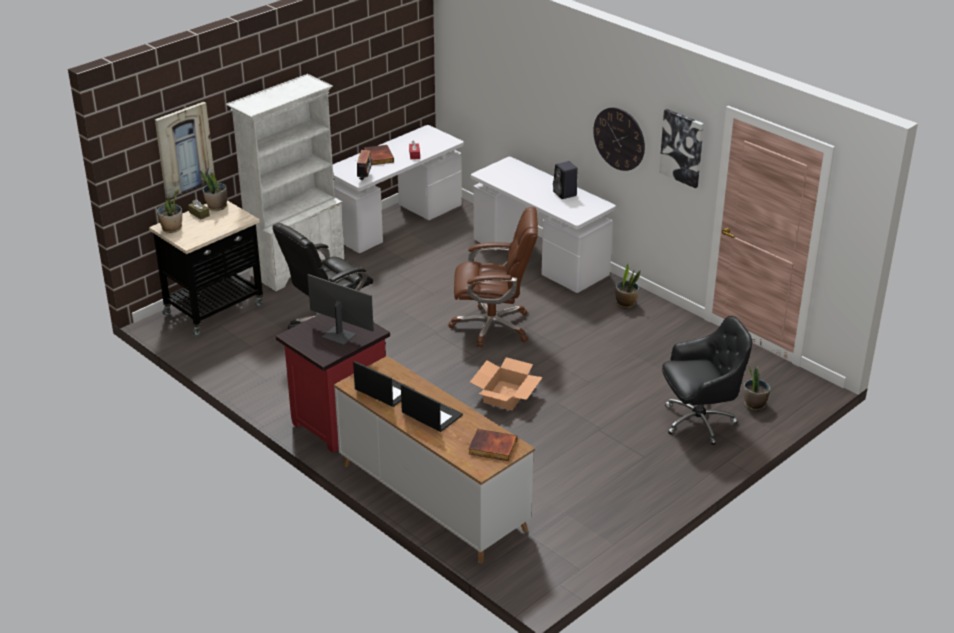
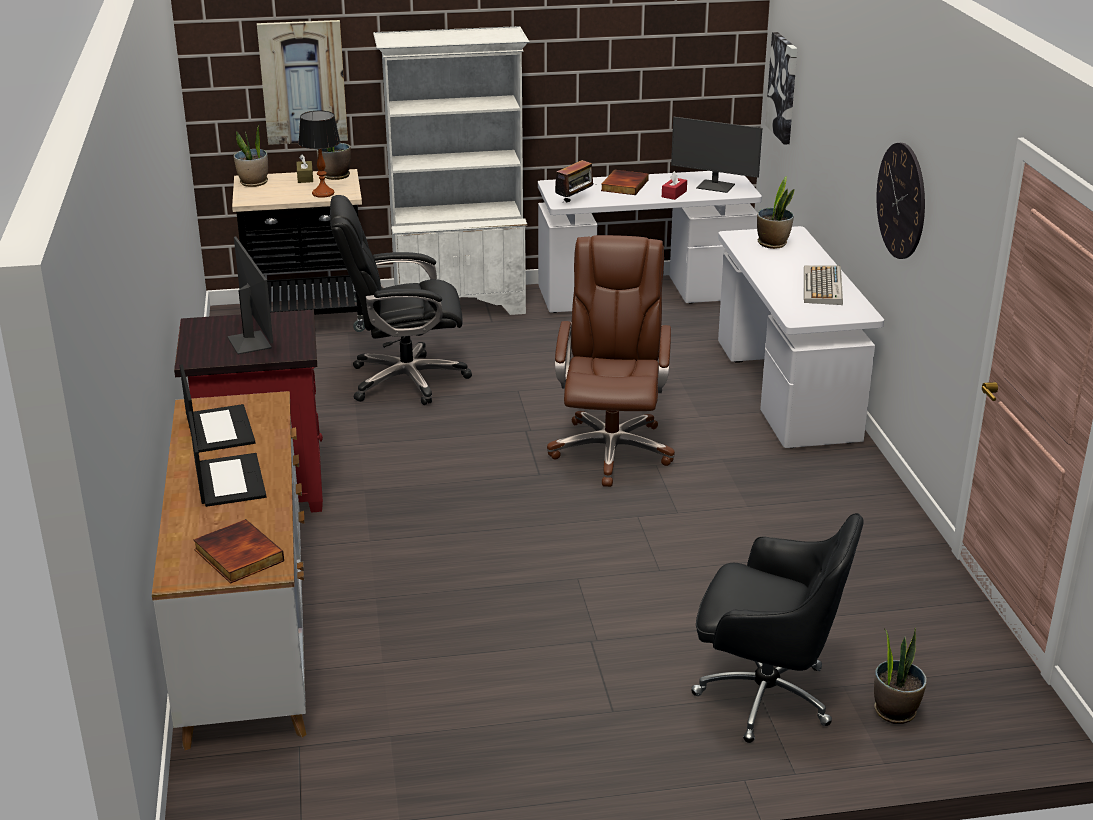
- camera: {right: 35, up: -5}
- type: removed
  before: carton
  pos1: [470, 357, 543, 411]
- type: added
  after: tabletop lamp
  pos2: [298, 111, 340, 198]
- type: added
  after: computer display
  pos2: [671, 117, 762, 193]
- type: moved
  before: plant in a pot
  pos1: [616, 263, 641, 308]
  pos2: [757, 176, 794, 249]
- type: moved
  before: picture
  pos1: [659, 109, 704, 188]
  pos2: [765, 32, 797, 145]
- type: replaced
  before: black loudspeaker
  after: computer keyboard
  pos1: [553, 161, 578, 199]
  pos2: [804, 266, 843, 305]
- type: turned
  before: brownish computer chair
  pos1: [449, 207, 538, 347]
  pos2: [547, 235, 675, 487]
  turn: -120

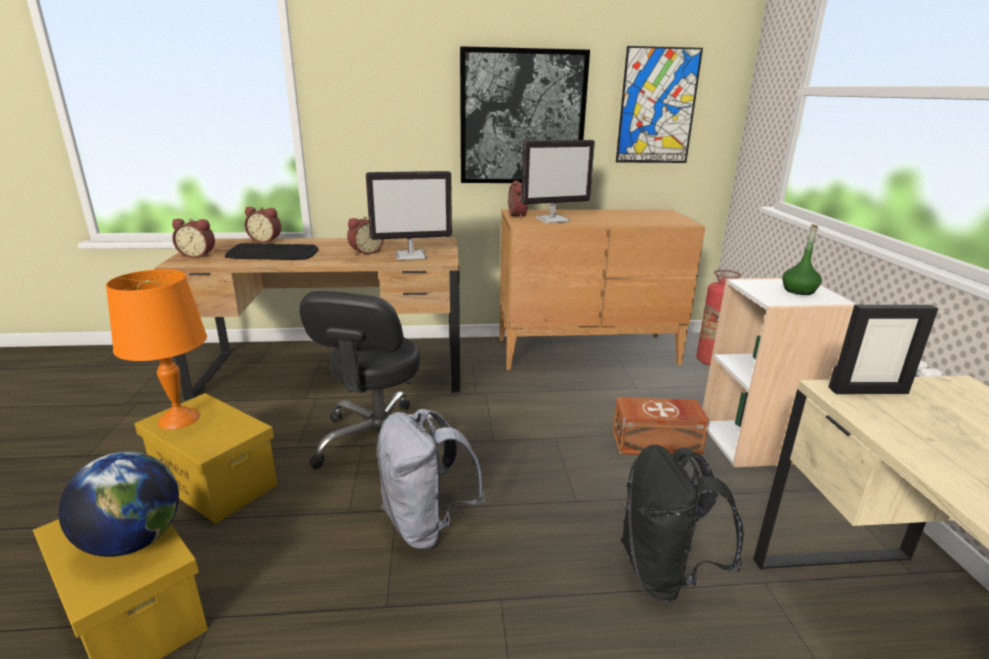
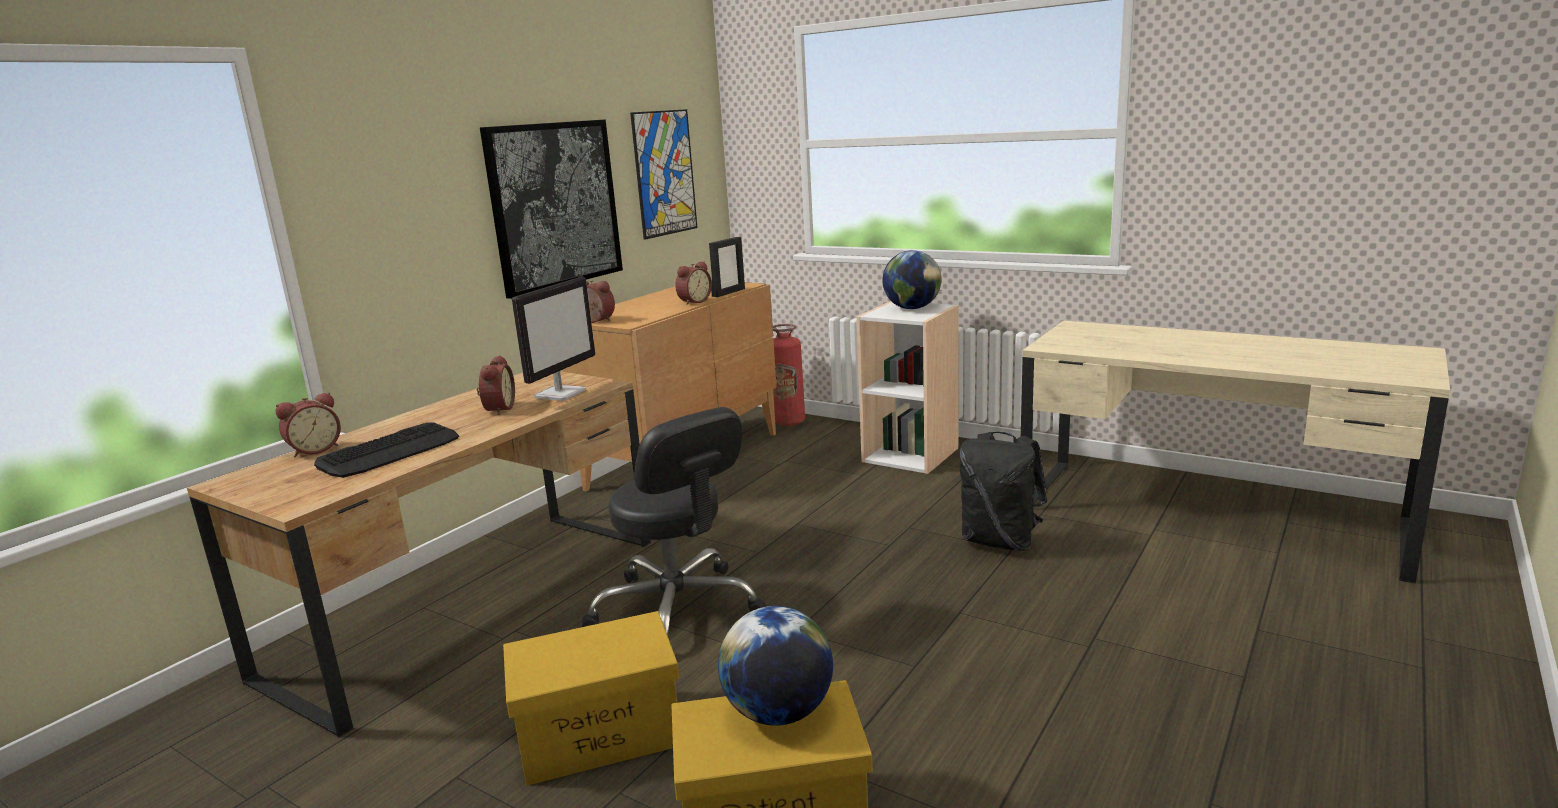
- camera: {right: -50, up: -5}
- type: removed
  before: orange-coloured tabletop lamp
  pos1: [106, 269, 207, 429]
- type: removed
  before: greyish rucksack
  pos1: [376, 409, 485, 550]
- type: removed
  before: computer display
  pos1: [521, 140, 595, 223]
- type: removed
  before: brownish storage box
  pos1: [613, 397, 710, 457]
- type: moved
  before: bedside clock
  pos1: [172, 219, 215, 258]
  pos2: [675, 261, 712, 305]
- type: moved
  before: standing frame
  pos1: [828, 305, 938, 394]
  pos2: [709, 237, 745, 297]
- type: replaced
  before: green-coloured drink bottle
  after: globe
  pos1: [782, 224, 822, 295]
  pos2: [882, 250, 941, 309]

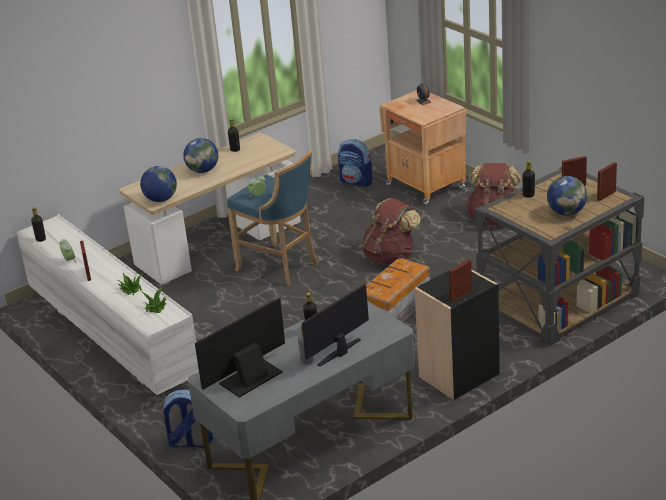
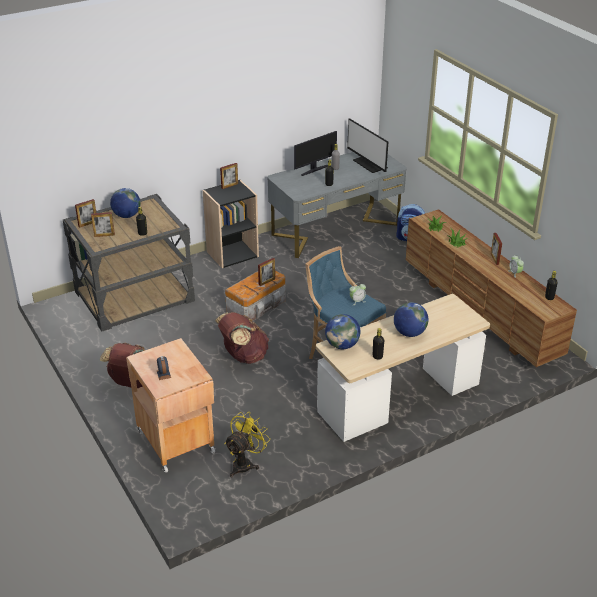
- camera: {right: -175, up: 5}
- type: added
  after: standing frame
  pos2: [258, 258, 275, 286]
- type: moved
  before: globe
  pos1: [140, 166, 177, 202]
  pos2: [325, 314, 360, 349]
- type: replaced
  before: rucksack
  after: yellow-coloured fan
  pos1: [338, 139, 373, 187]
  pos2: [224, 412, 270, 477]
- type: recoloured
  before: white-coloured cabinet
  after: brownish cabinet
  pos1: [17, 214, 199, 395]
  pos2: [406, 209, 577, 367]
- type: turned
  before: computer display
  pos1: [195, 298, 285, 398]
  pos2: [347, 118, 388, 173]
  turn: 90

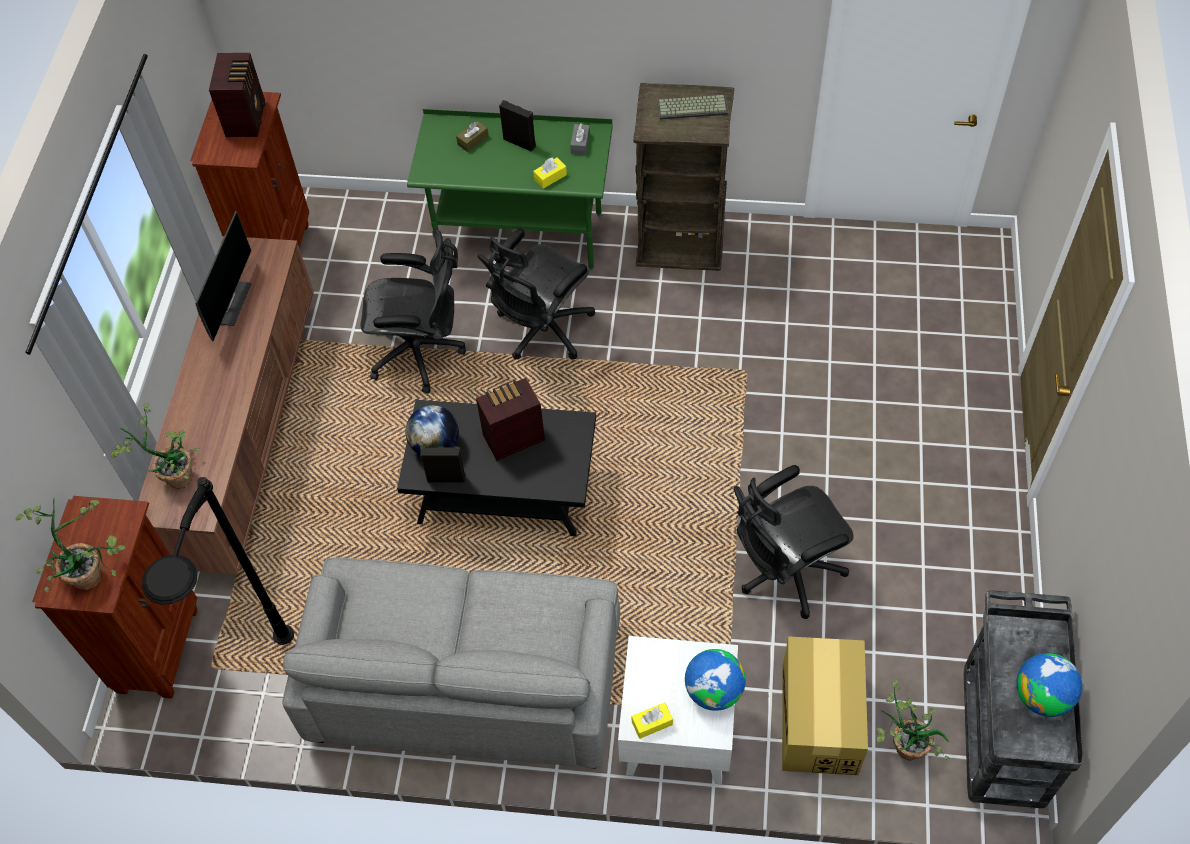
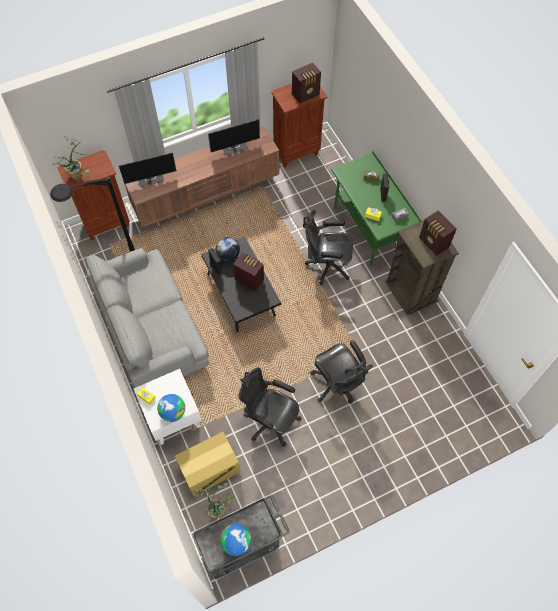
- camera: {right: 55, up: 5}
- type: moved
  before: computer chair
  pos1: [360, 229, 466, 394]
  pos2: [310, 340, 373, 404]
- type: replaced
  before: plant in a pot
  after: computer display
  pos1: [111, 403, 200, 489]
  pos2: [119, 152, 176, 187]
- type: replaced
  before: computer keyboard
  after: radio receiver
  pos1: [657, 95, 728, 120]
  pos2: [419, 210, 457, 256]

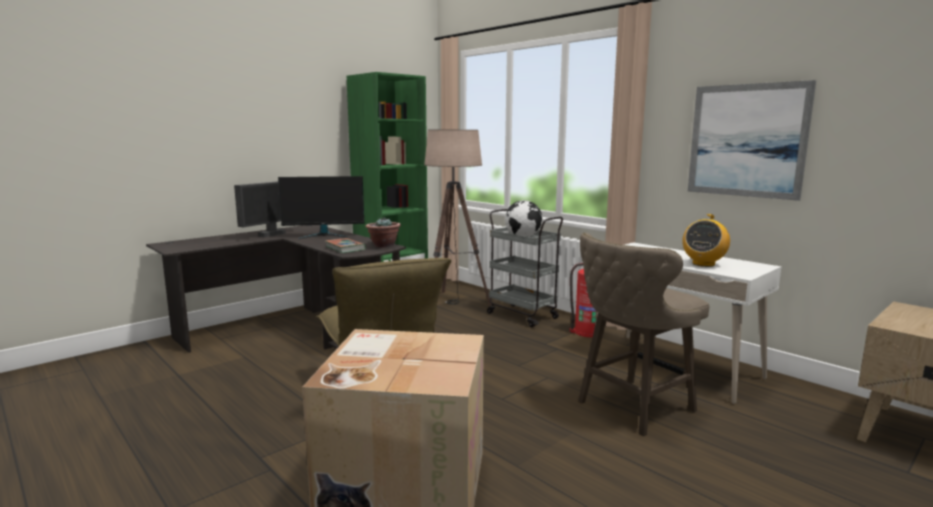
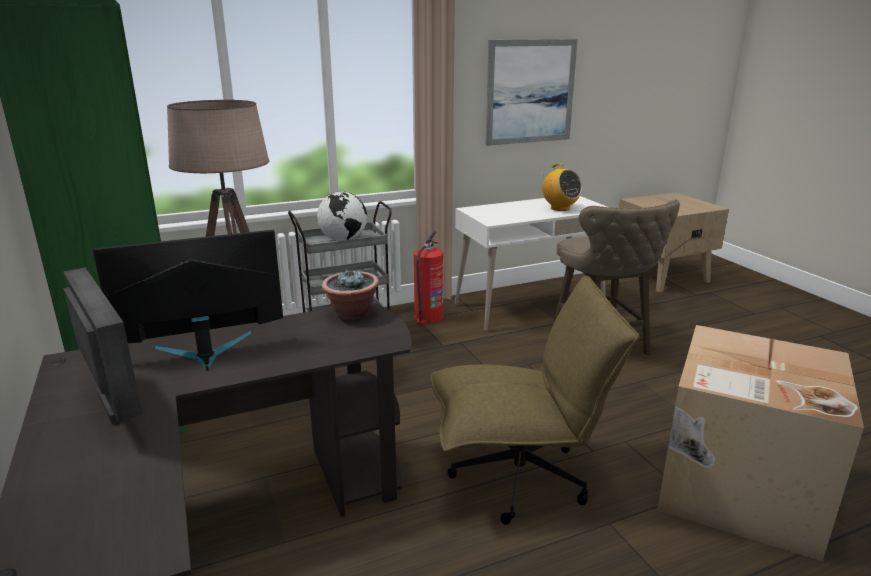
- camera: {right: -70, up: 10}
- type: removed
  before: bound book
  pos1: [325, 238, 366, 253]
- type: turned
  before: computer display
  pos1: [278, 176, 364, 239]
  pos2: [93, 230, 283, 371]
  turn: -120

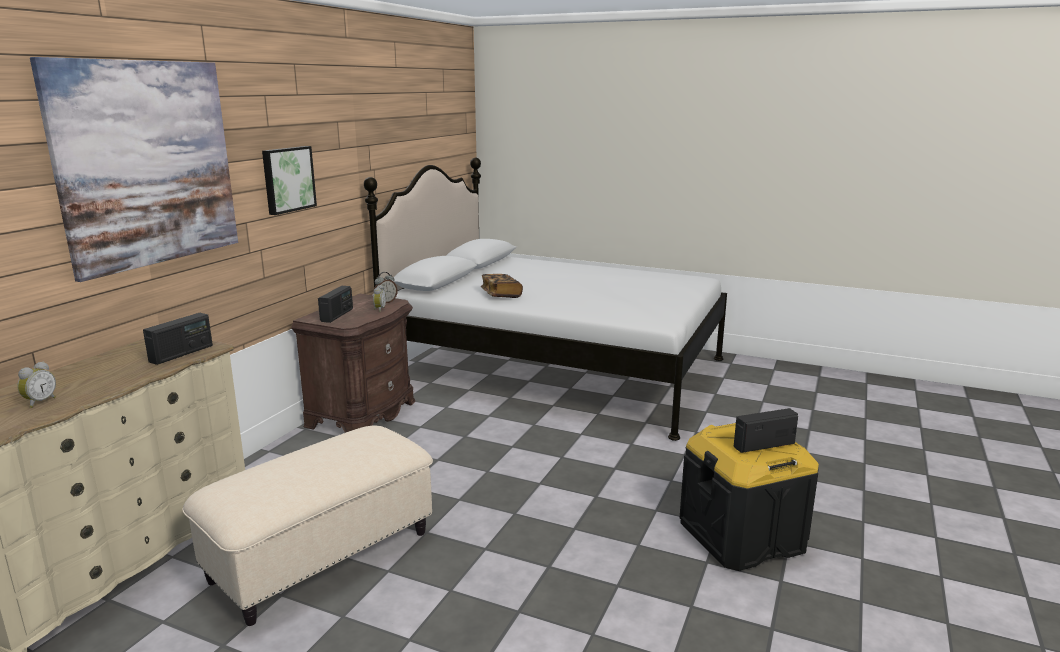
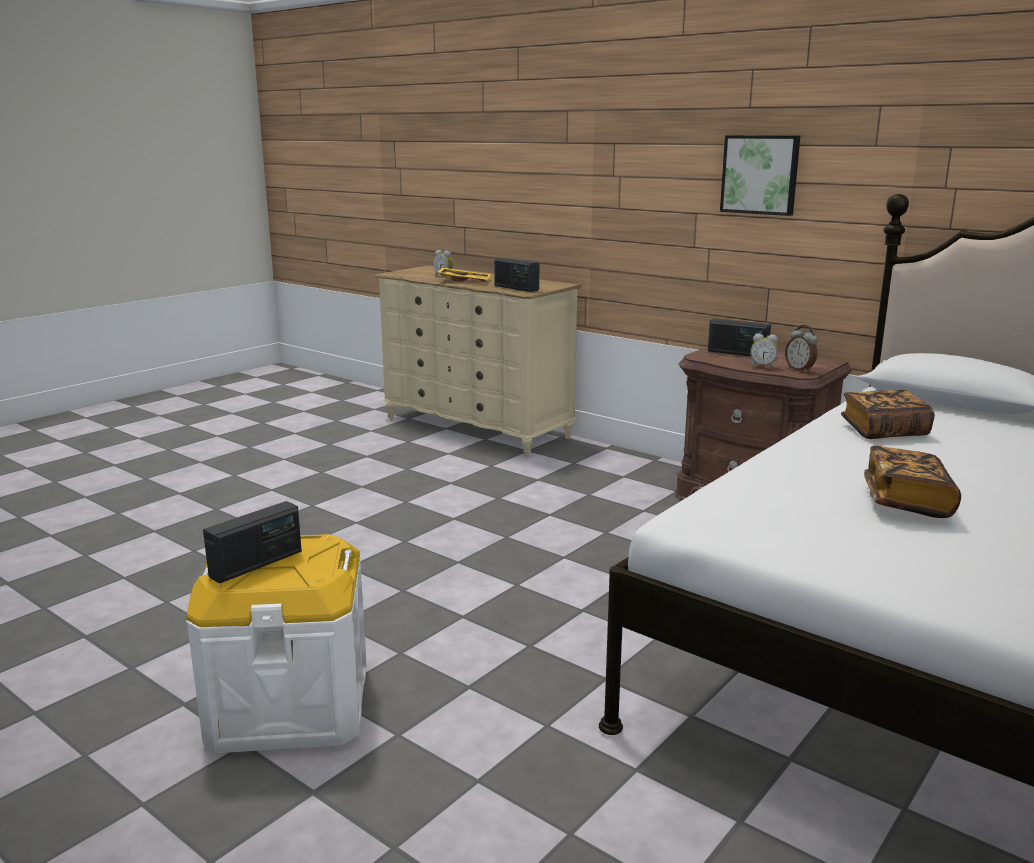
- camera: {right: 105, up: 0}
- type: removed
  before: picture
  pos1: [30, 57, 238, 282]
- type: removed
  before: sand-coloured pouffe
  pos1: [182, 425, 433, 626]
- type: added
  after: yellow-coloured serving tray
  pos2: [438, 267, 491, 283]
- type: added
  after: bound book
  pos2: [864, 446, 961, 518]
- type: recoloured
  before: black storage box
  after: white-coloured storage box
  pos1: [680, 422, 819, 571]
  pos2: [186, 534, 367, 753]
- type: turned
  before: radio receiver
  pos1: [734, 408, 798, 453]
  pos2: [203, 501, 302, 584]
  turn: 45

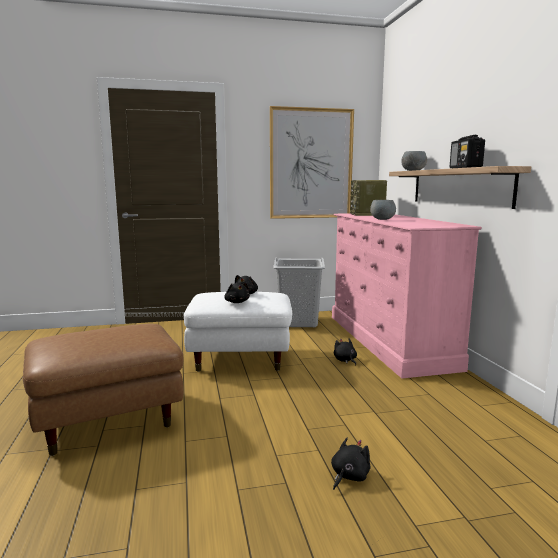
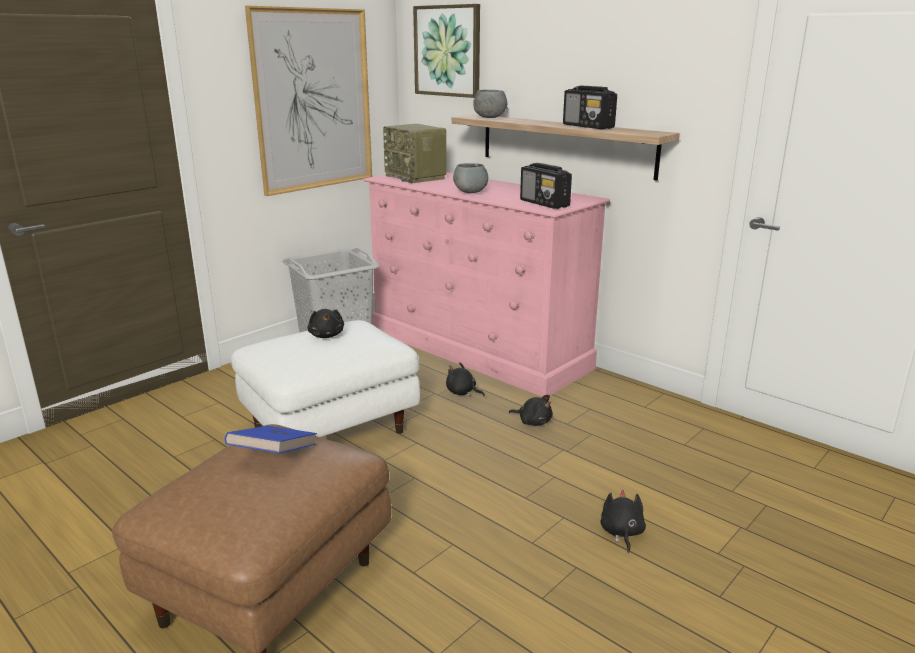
- camera: {right: -35, up: 10}
- type: added
  after: blue-coloured bound book
  pos2: [225, 426, 317, 453]
- type: added
  after: picture
  pos2: [413, 4, 480, 98]
- type: added
  after: radio receiver
  pos2: [520, 163, 572, 209]
- type: moved
  before: black cuddly toy
  pos1: [224, 283, 250, 303]
  pos2: [509, 395, 553, 426]

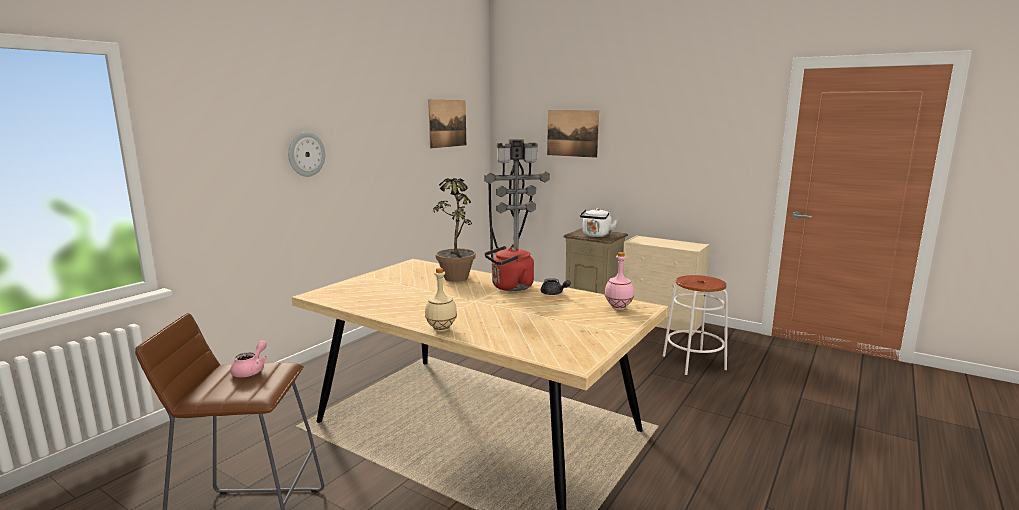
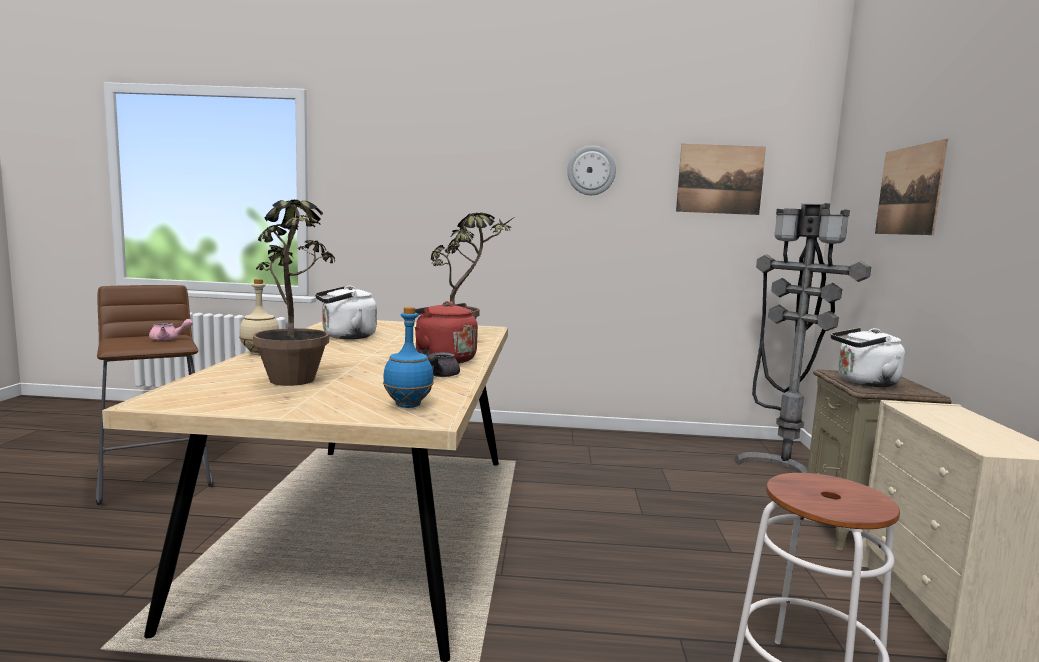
- camera: {right: 60, up: -5}
- type: added
  after: plant in a pot
  pos2: [253, 200, 336, 386]
- type: added
  after: white-coloured tea kettle
  pos2: [315, 286, 377, 339]
- type: moved
  before: hanging clock
  pos1: [288, 132, 325, 177]
  pos2: [567, 146, 616, 195]
- type: recoloured
  before: pink drink bottle
  after: blue-coloured drink bottle
  pos1: [605, 252, 634, 310]
  pos2: [383, 307, 434, 408]

